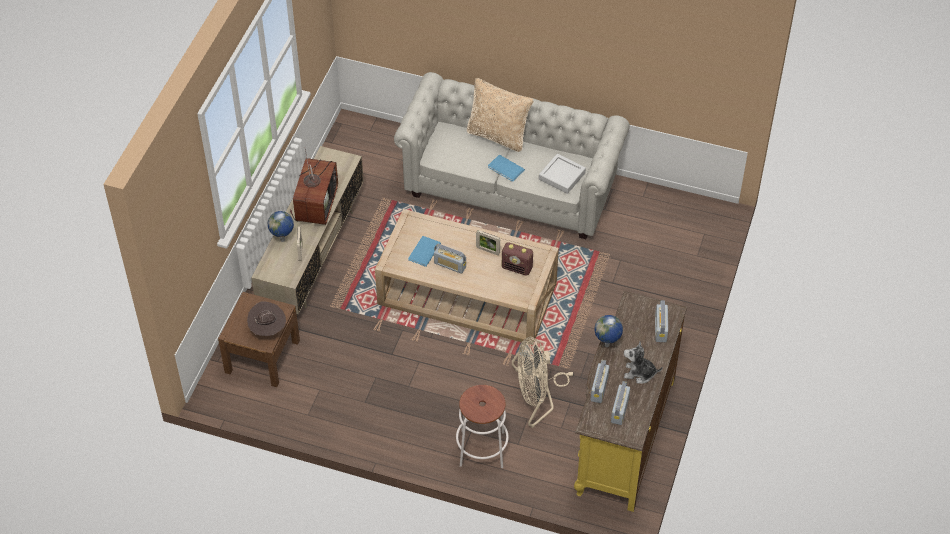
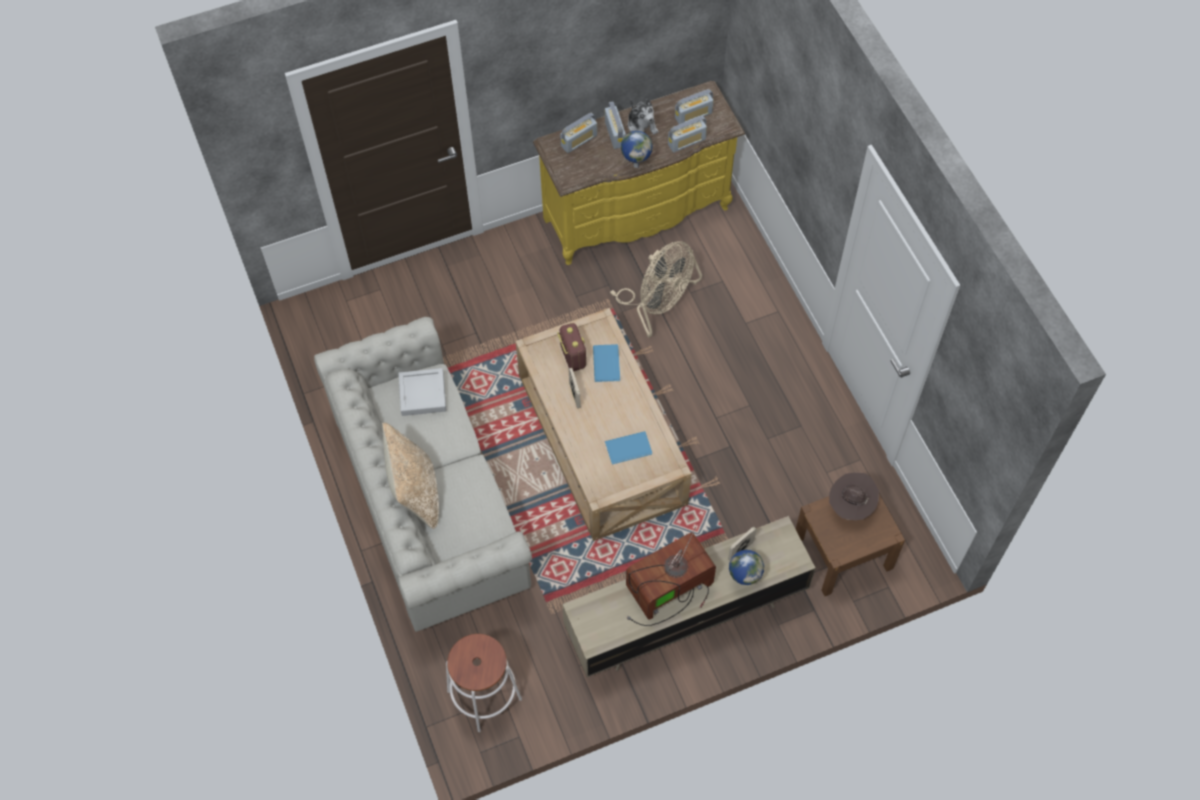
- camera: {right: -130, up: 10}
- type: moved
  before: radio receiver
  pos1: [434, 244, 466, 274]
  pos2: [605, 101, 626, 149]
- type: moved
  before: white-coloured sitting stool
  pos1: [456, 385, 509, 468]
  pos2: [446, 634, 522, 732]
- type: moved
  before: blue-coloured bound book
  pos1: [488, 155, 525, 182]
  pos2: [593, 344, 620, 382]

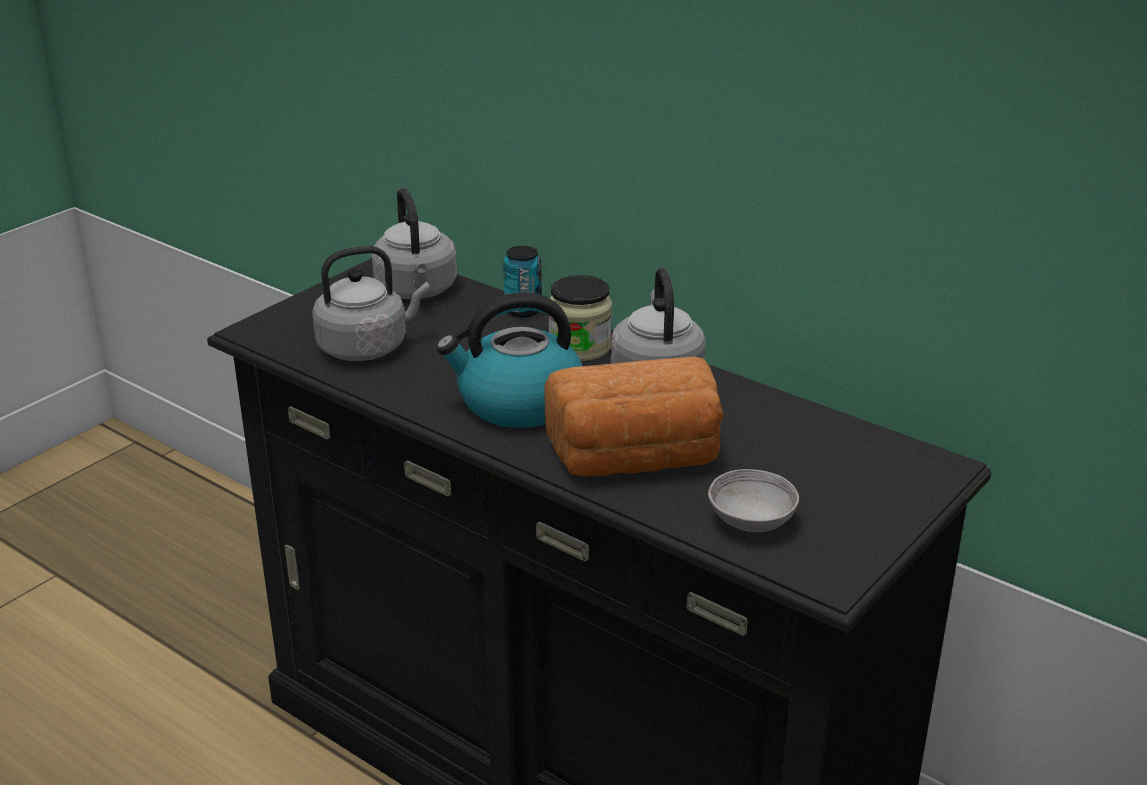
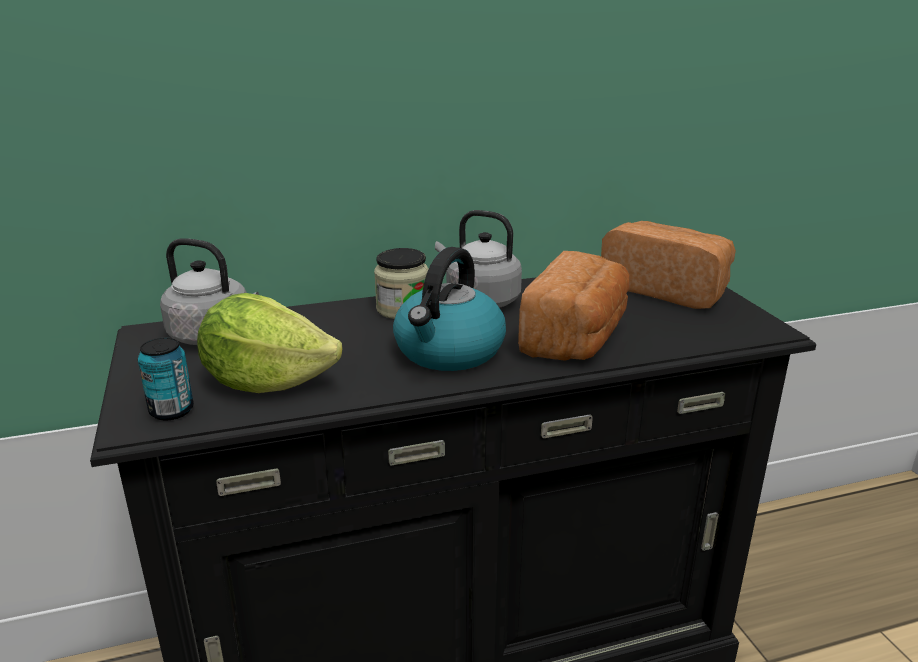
- camera: {right: -55, up: -5}
- type: removed
  before: greyish serving bowl
  pos1: [708, 469, 799, 532]
- type: added
  after: baked bread
  pos2: [601, 221, 736, 309]
- type: moved
  before: can
  pos1: [503, 246, 542, 317]
  pos2: [138, 338, 194, 420]
- type: replaced
  before: greyish tea kettle
  after: head of lettuce
  pos1: [312, 246, 430, 361]
  pos2: [197, 293, 342, 393]

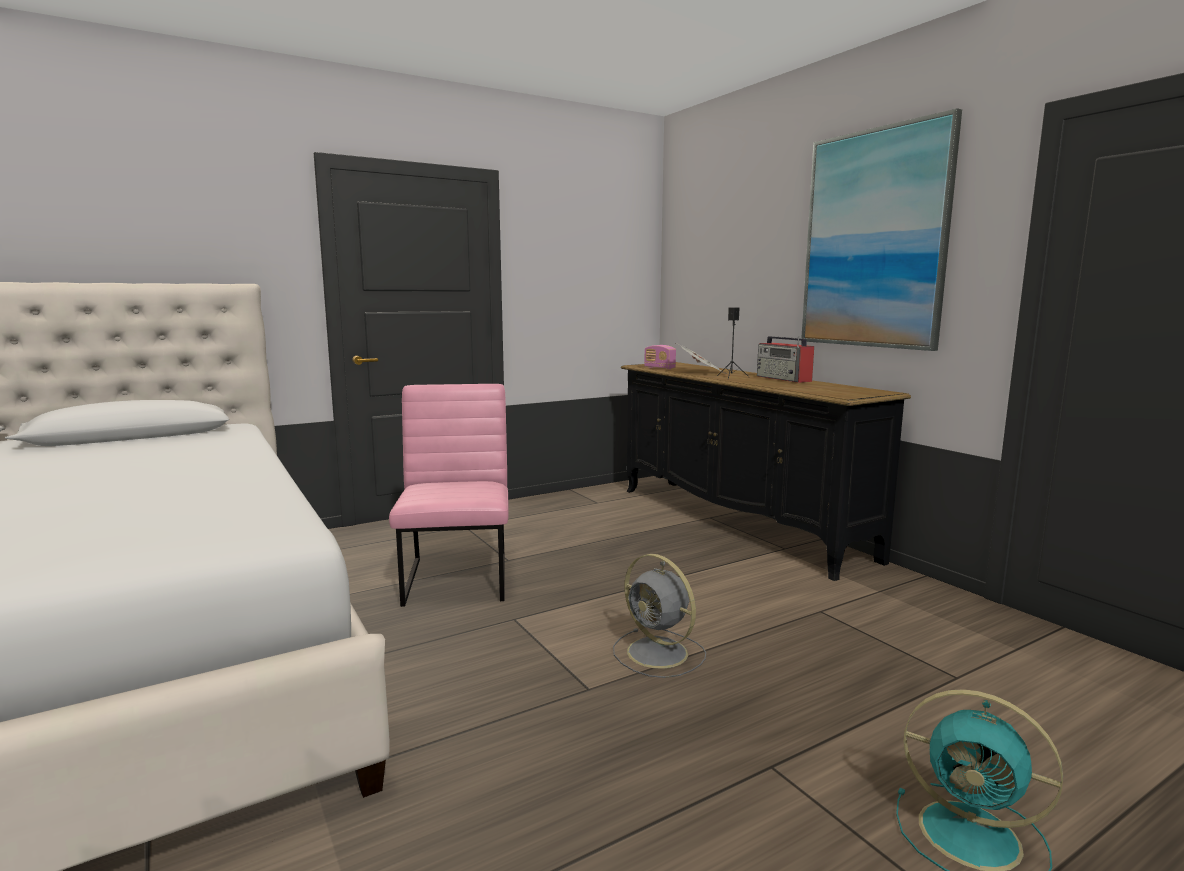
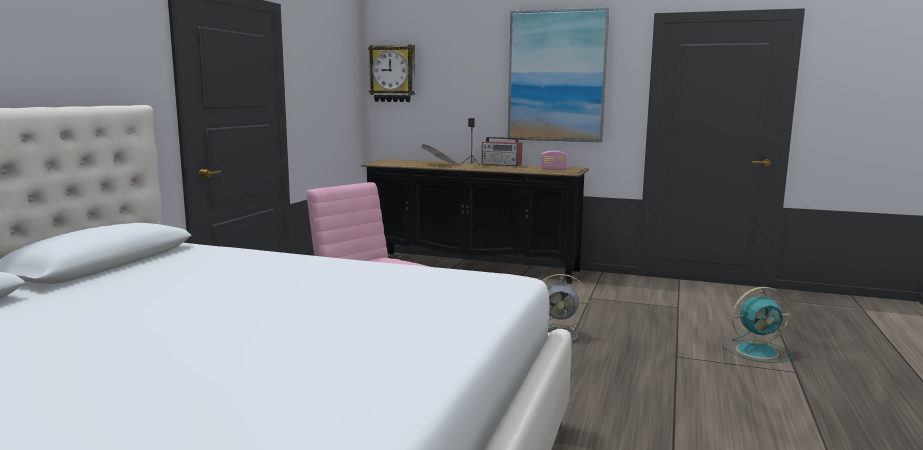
- camera: {right: -40, up: 0}
- type: added
  after: hanging clock
  pos2: [368, 45, 415, 102]
- type: moved
  before: radio receiver
  pos1: [644, 345, 676, 369]
  pos2: [541, 151, 567, 170]

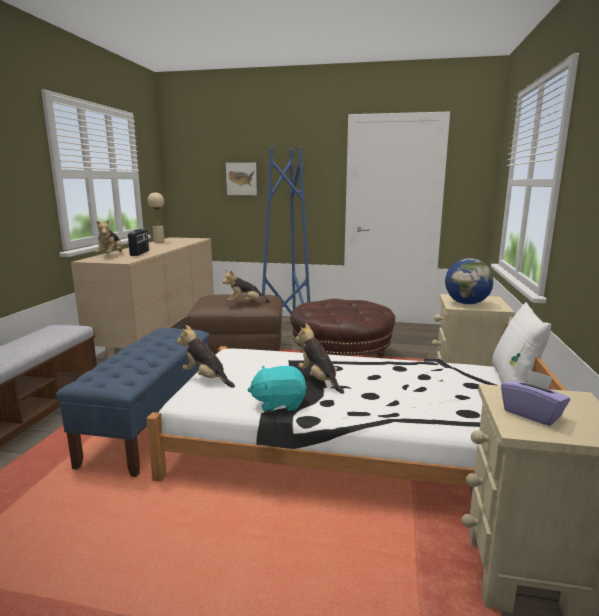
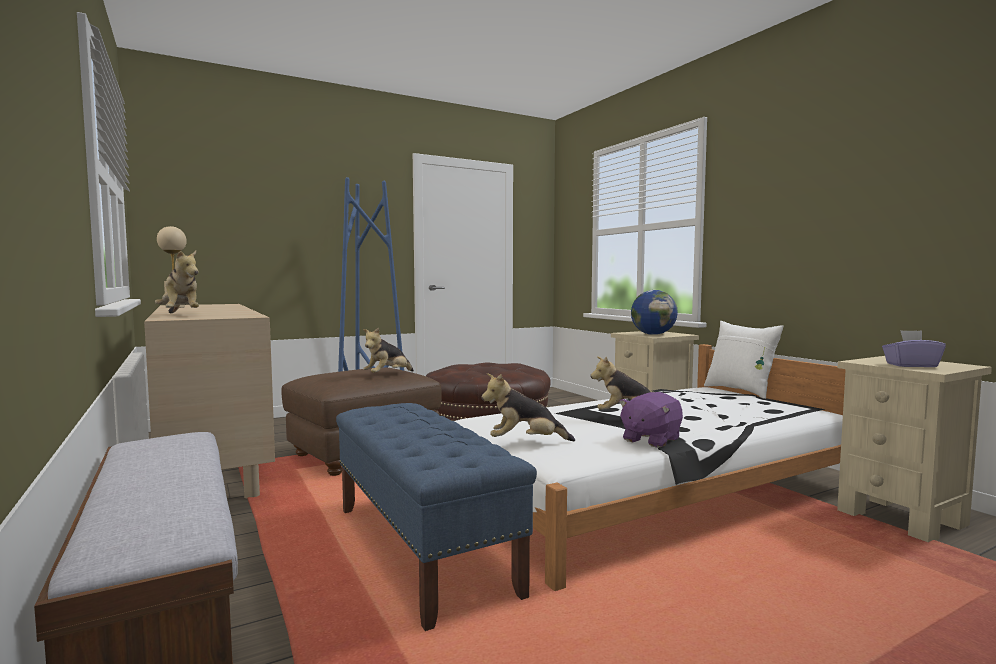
- camera: {right: -40, up: -10}
- type: removed
  before: radio receiver
  pos1: [128, 229, 149, 256]
- type: removed
  before: picture
  pos1: [225, 162, 259, 196]
- type: recoloured
  before: blue-green cuddly toy
  after: purple cuddly toy
  pos1: [248, 366, 307, 413]
  pos2: [619, 392, 683, 448]

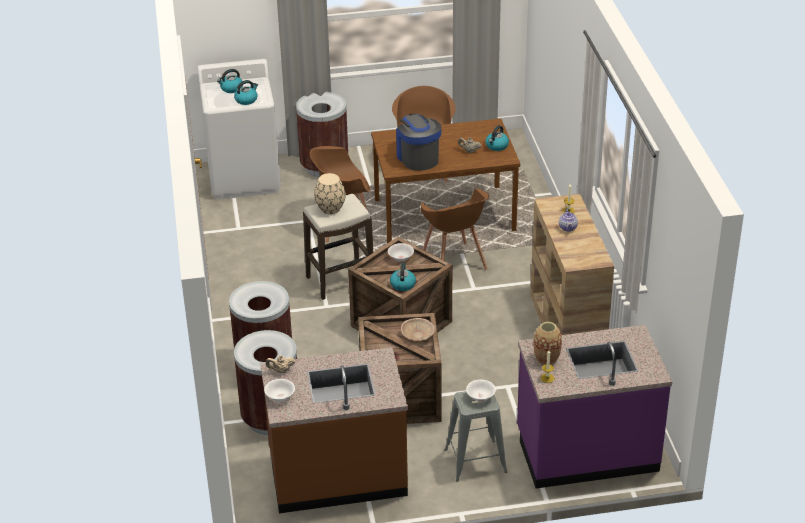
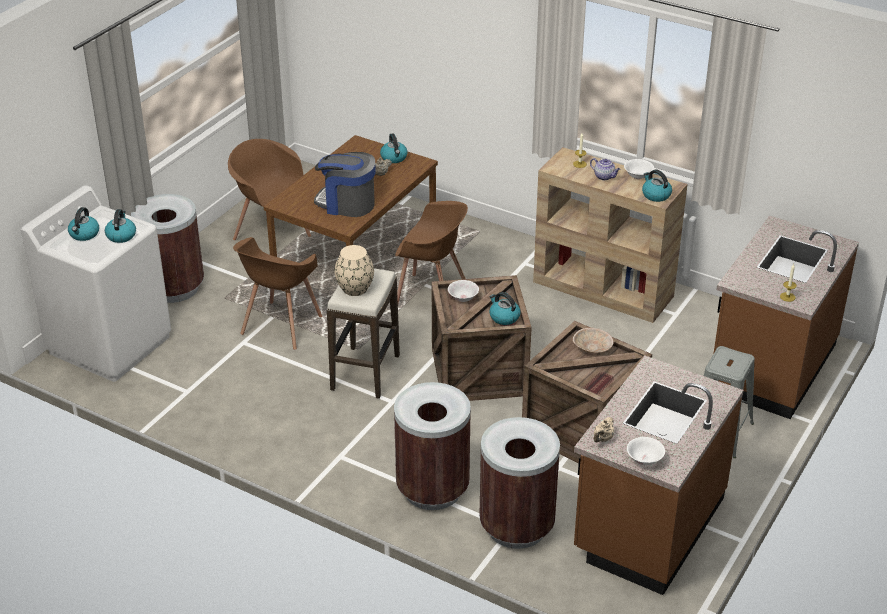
- camera: {right: -50, up: 0}
- type: removed
  before: decorative vase
  pos1: [534, 322, 562, 365]
- type: added
  after: tea kettle
  pos2: [642, 170, 672, 202]
- type: moved
  before: white-coloured serving bowl
  pos1: [466, 380, 496, 402]
  pos2: [624, 159, 654, 179]
- type: recoloured
  before: purple counter
  after: brownish counter
  pos1: [517, 325, 672, 488]
  pos2: [714, 215, 859, 419]

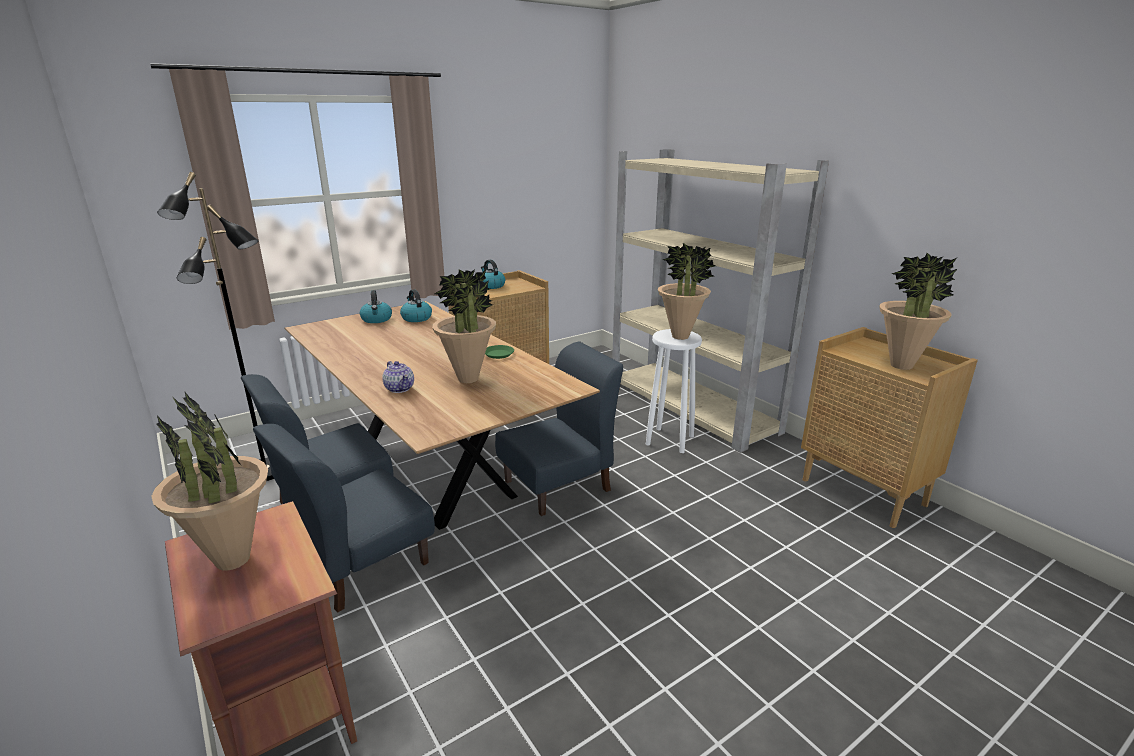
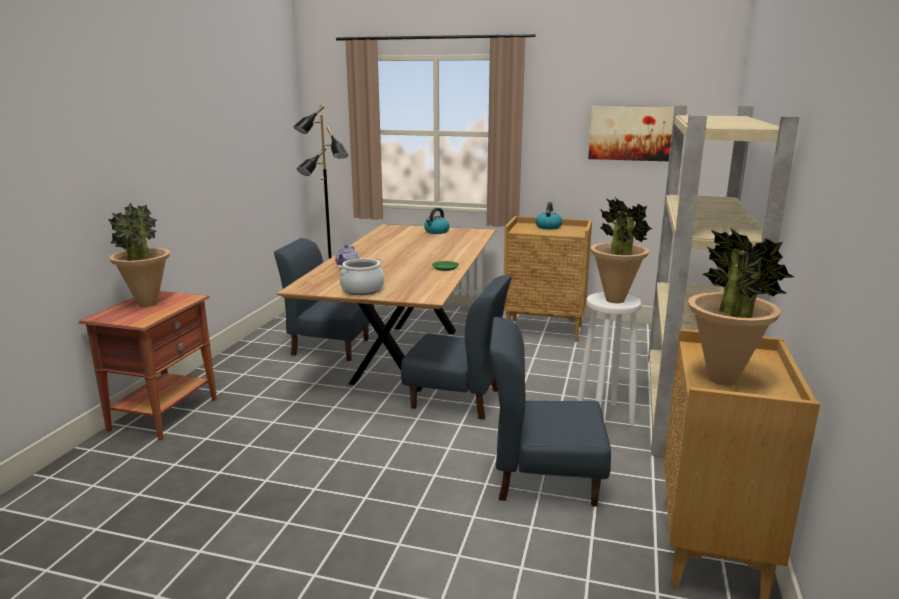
- camera: {right: 50, up: -5}
- type: removed
  before: tea kettle
  pos1: [400, 289, 432, 322]
- type: removed
  before: plant in a pot
  pos1: [432, 269, 496, 383]
- type: added
  after: stockpot
  pos2: [338, 258, 384, 295]
- type: added
  after: picture
  pos2: [588, 107, 674, 161]
- type: moved
  before: blue-coloured chair
  pos1: [253, 424, 435, 613]
  pos2: [490, 317, 611, 507]

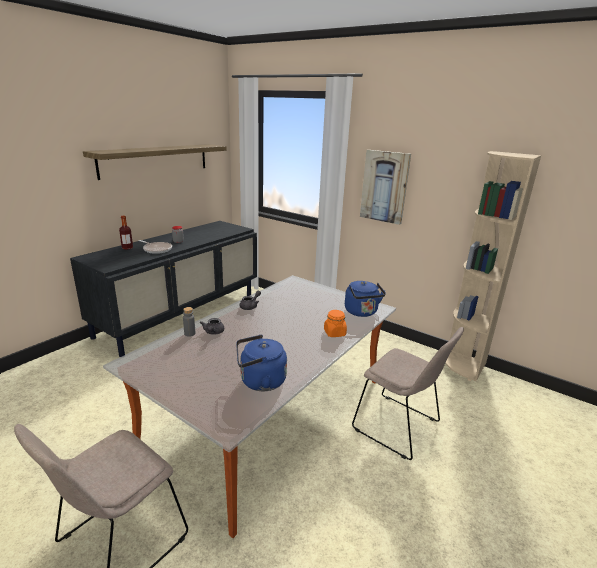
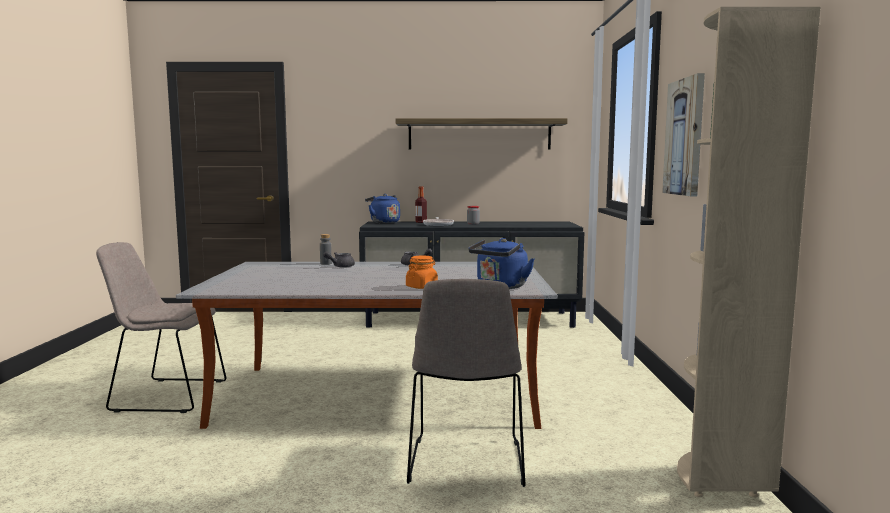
- camera: {right: 55, up: -15}
- type: moved
  before: blue-coloured tea kettle
  pos1: [236, 335, 287, 391]
  pos2: [365, 194, 400, 223]

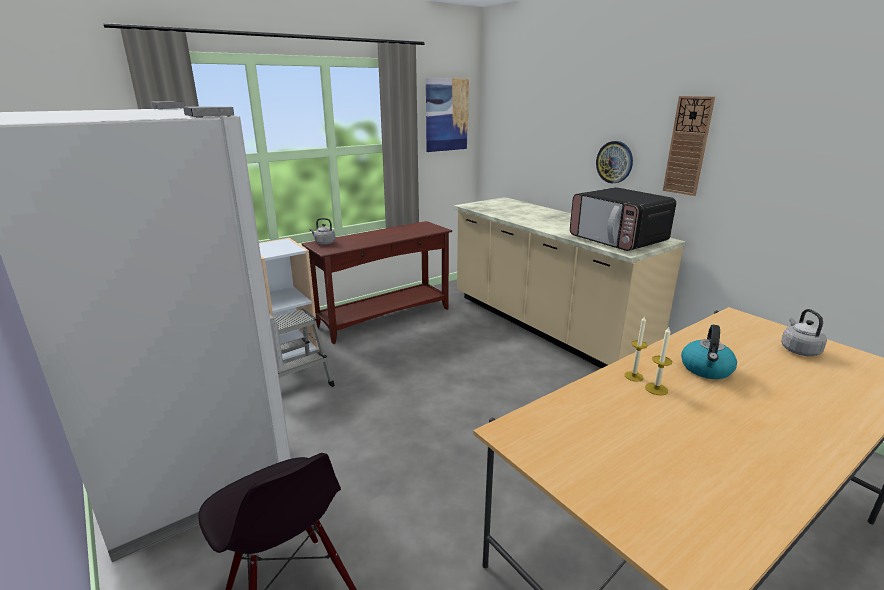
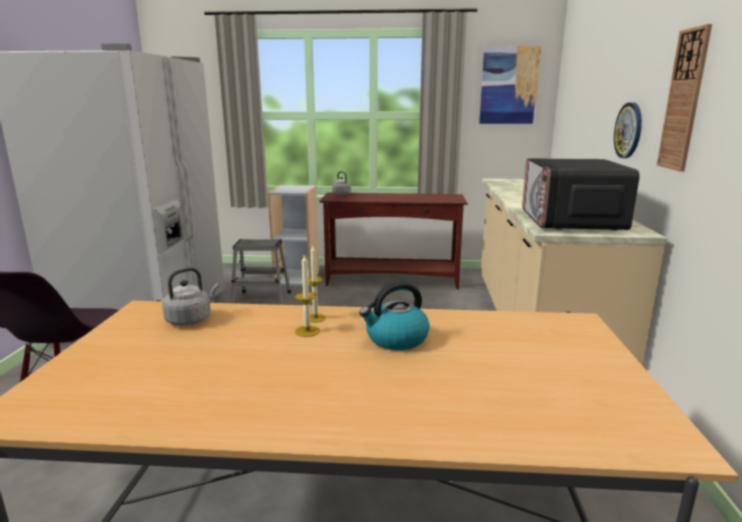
- camera: {right: 40, up: -5}
- type: moved
  before: greyish tea kettle
  pos1: [781, 309, 827, 356]
  pos2: [162, 267, 219, 326]

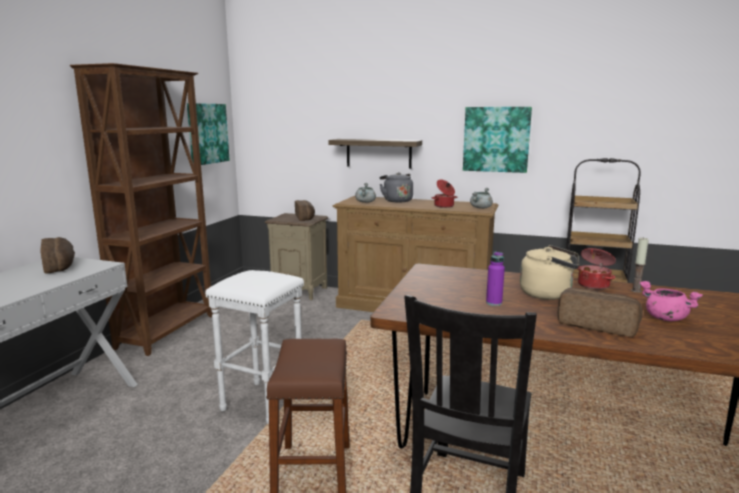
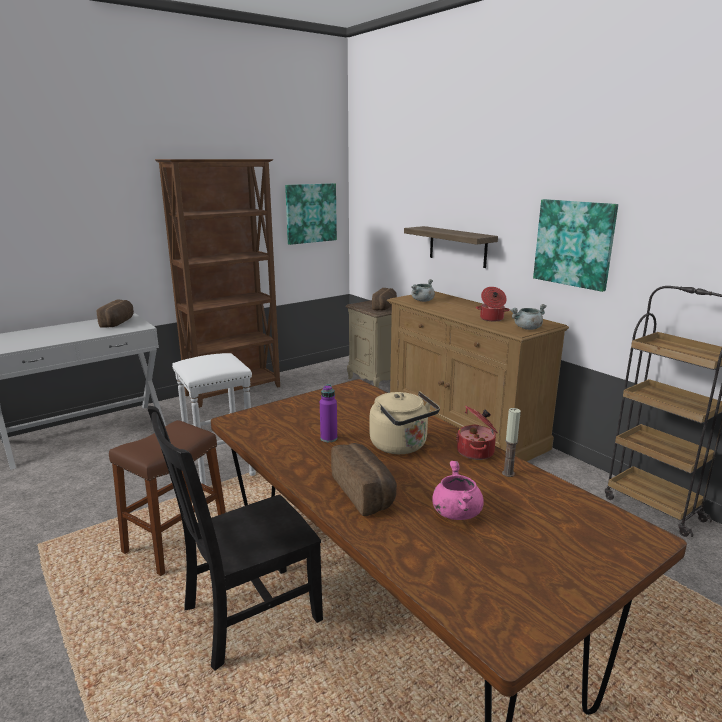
- camera: {right: 35, up: 5}
- type: removed
  before: greyish tea kettle
  pos1: [380, 172, 413, 203]

